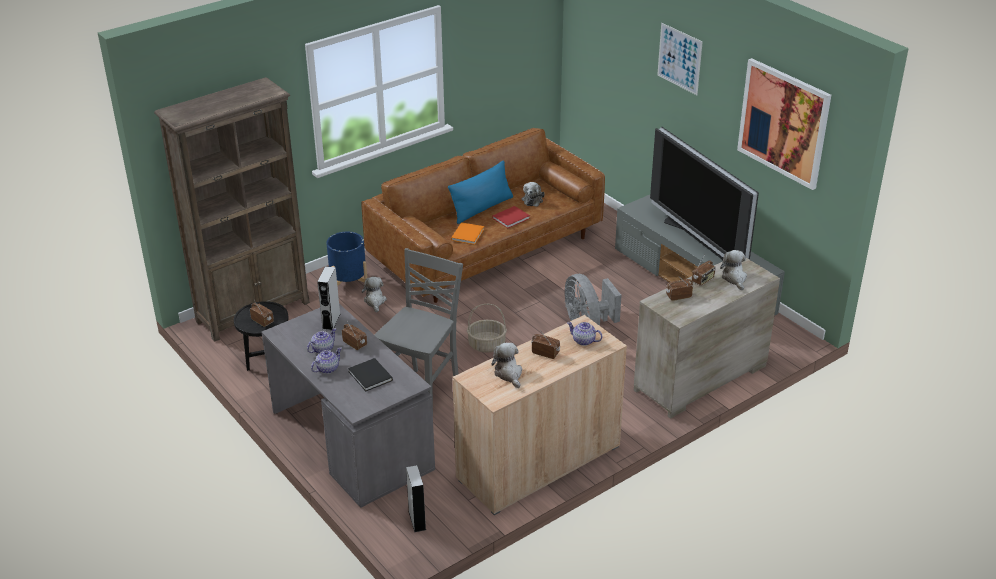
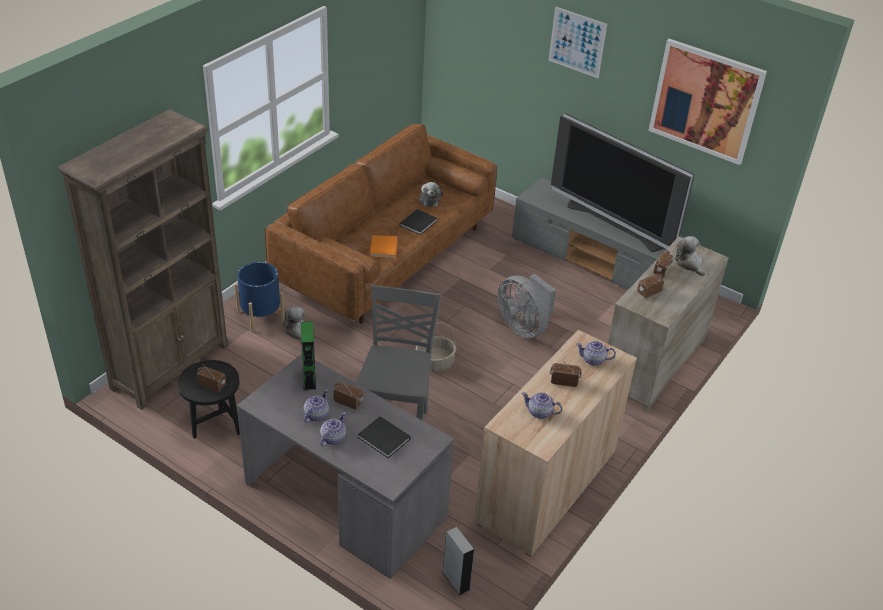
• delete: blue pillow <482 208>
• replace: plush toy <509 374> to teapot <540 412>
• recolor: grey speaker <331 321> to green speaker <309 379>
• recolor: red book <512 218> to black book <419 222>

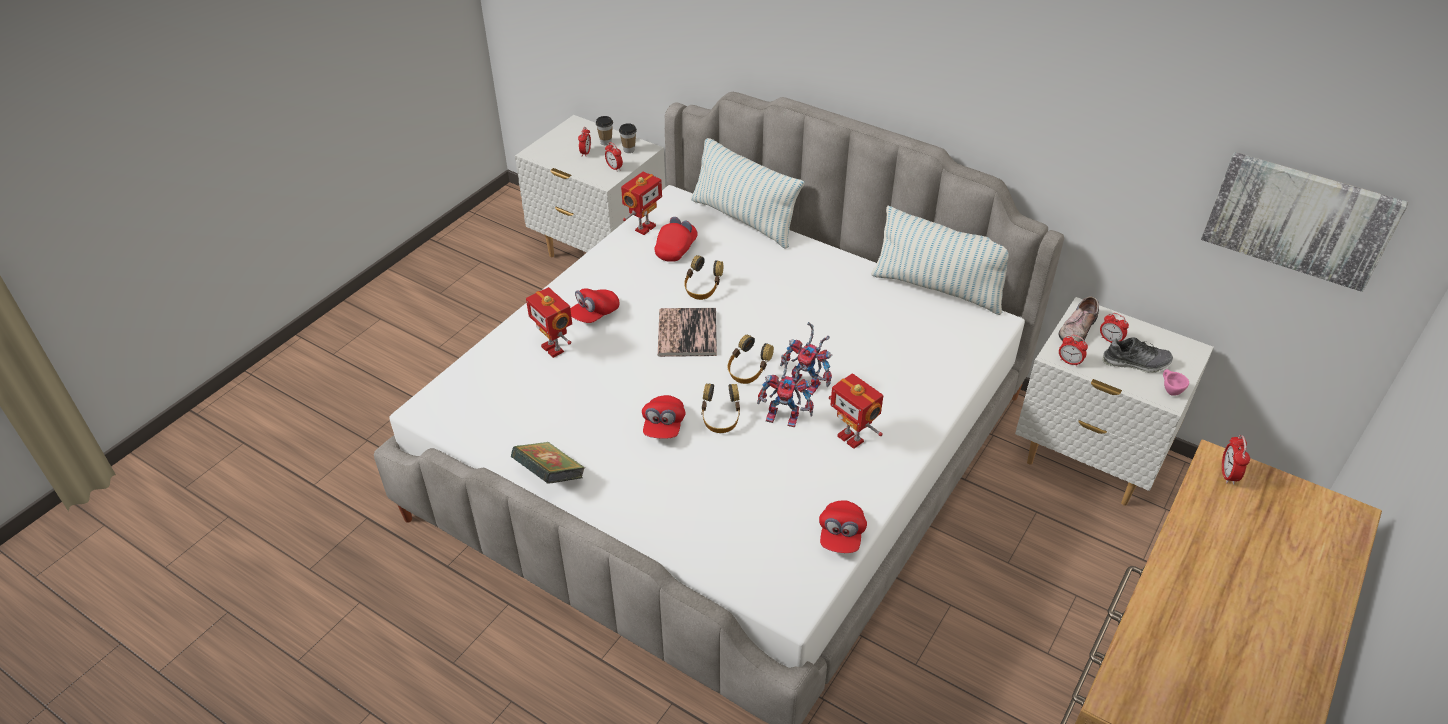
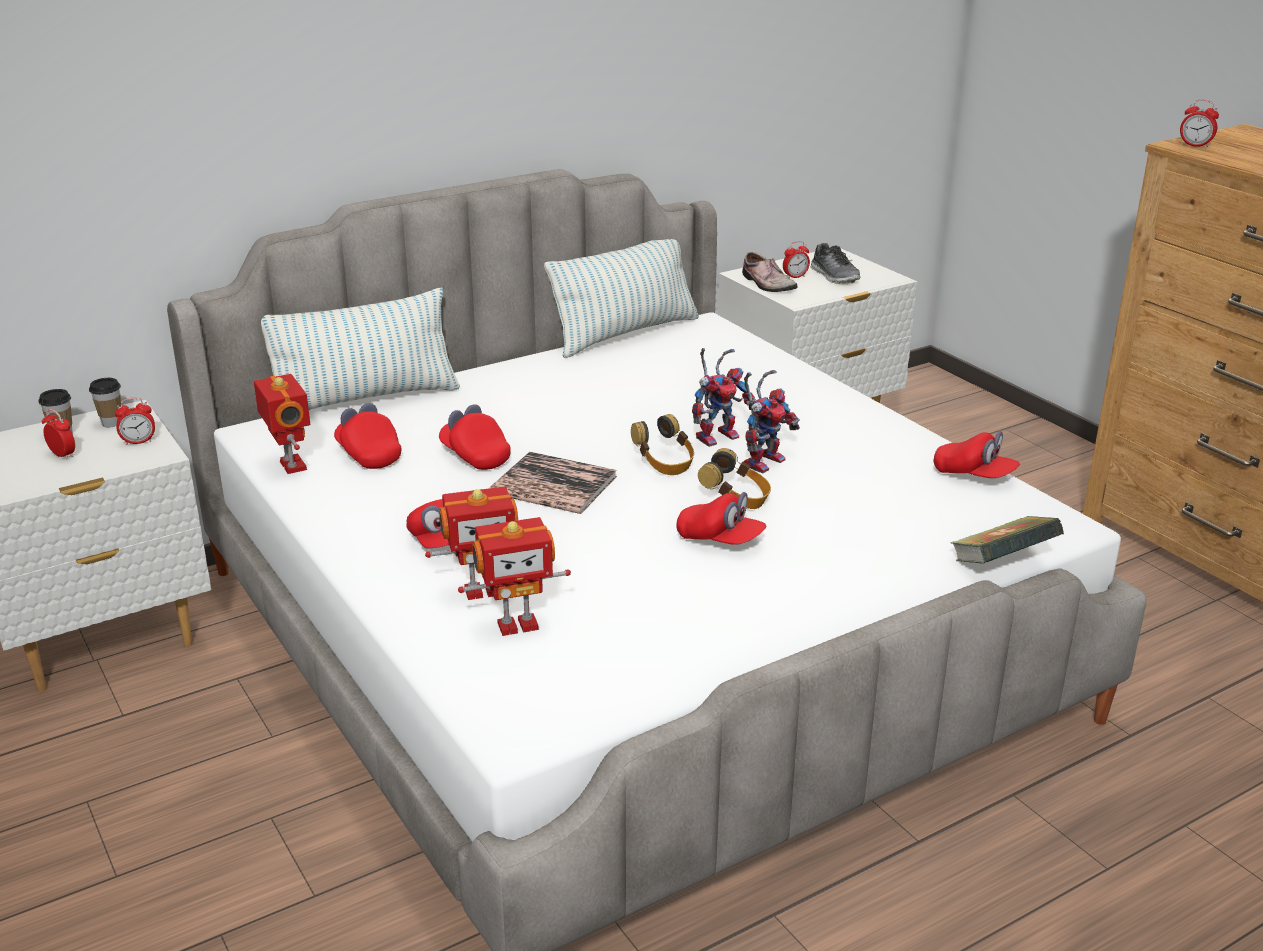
• delete: alarm clock <1069 362>
• delete: pink cup <1169 390>
• delete: picture <1299 219>
• move: book <550 476> to <1002 565>
• move: toy robot <851 438> to <517 624>
• replace: headphones <702 289> to red cap <475 456>
• rotate: shoe <1135 363> = <834 276> 120 degrees clockwise

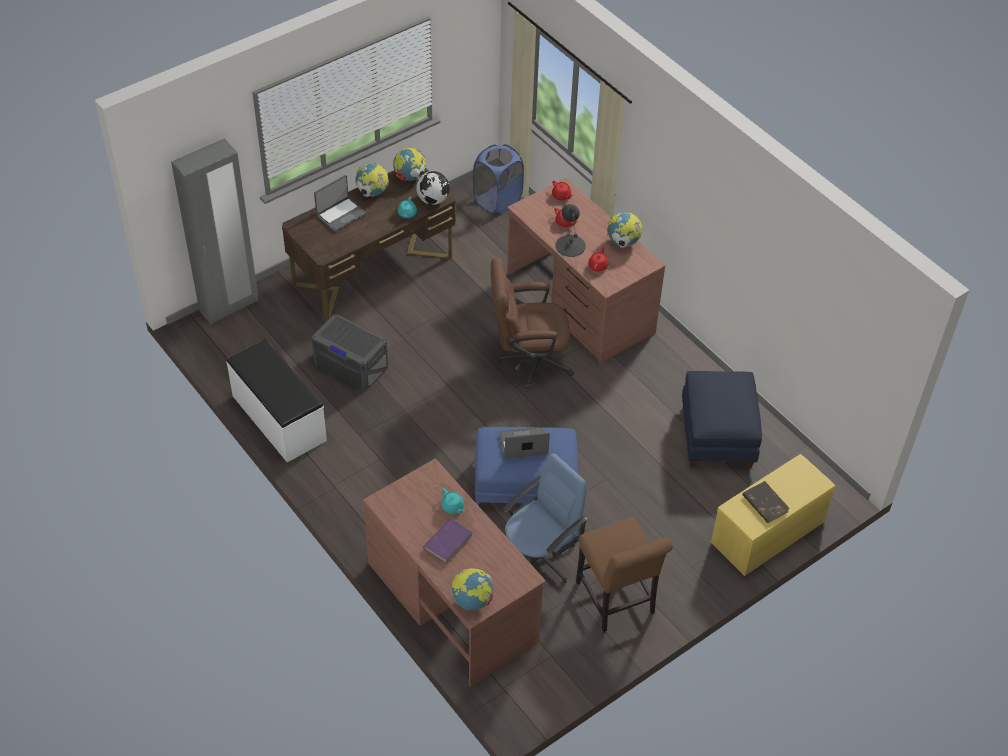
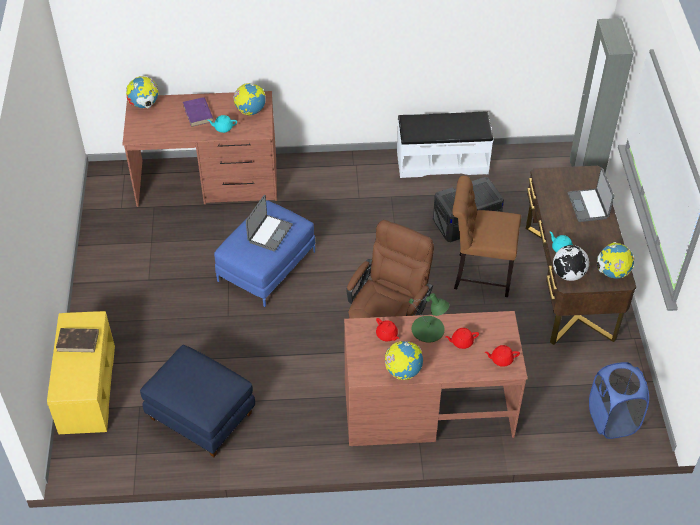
• delete: blue office chair <540 557>
• move: globe <372 192> to <250 111>
• move: brown chair <617 601> to <479 274>
• recolor: black table lamp <570 245> to green table lamp <428 329>

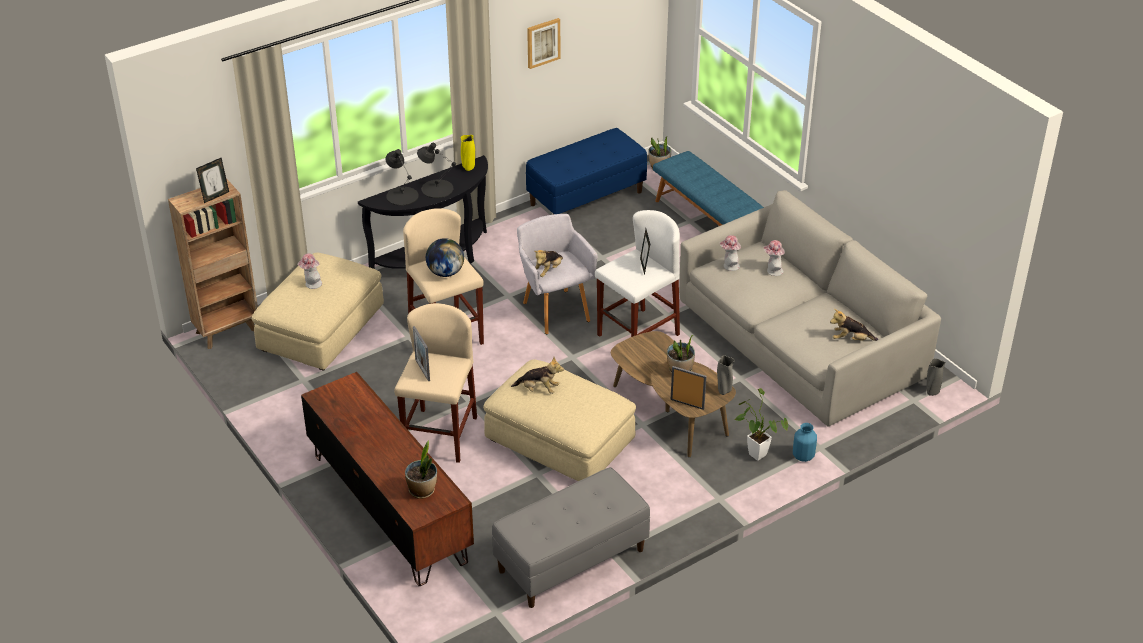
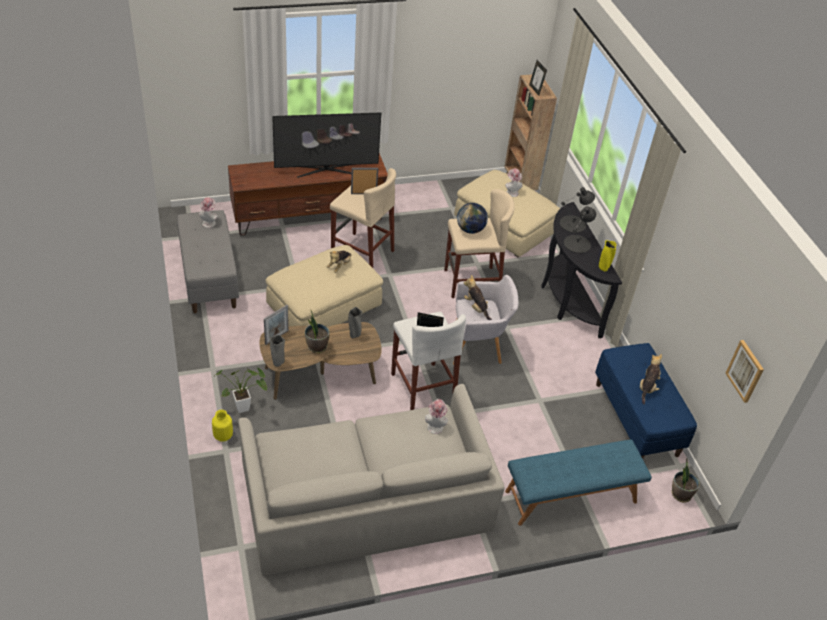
• delete: potted plant <422 490>
• insert: television <326 170>
• move: picture <543 42> to <745 371>
• move: hat <772 271> to <209 222>
• move: plush toy <851 340> to <647 387>
• move: grey vase <932 392> to <354 335>
• recolor: blue vase <803 456> to yellow vase <223 436>

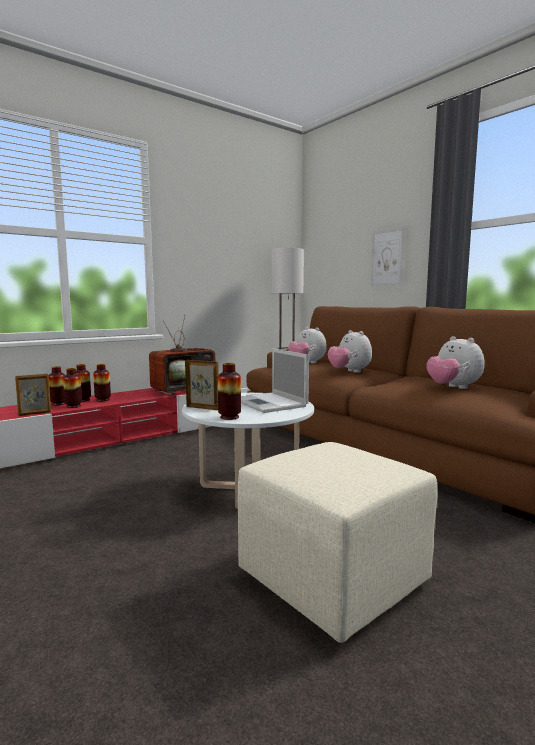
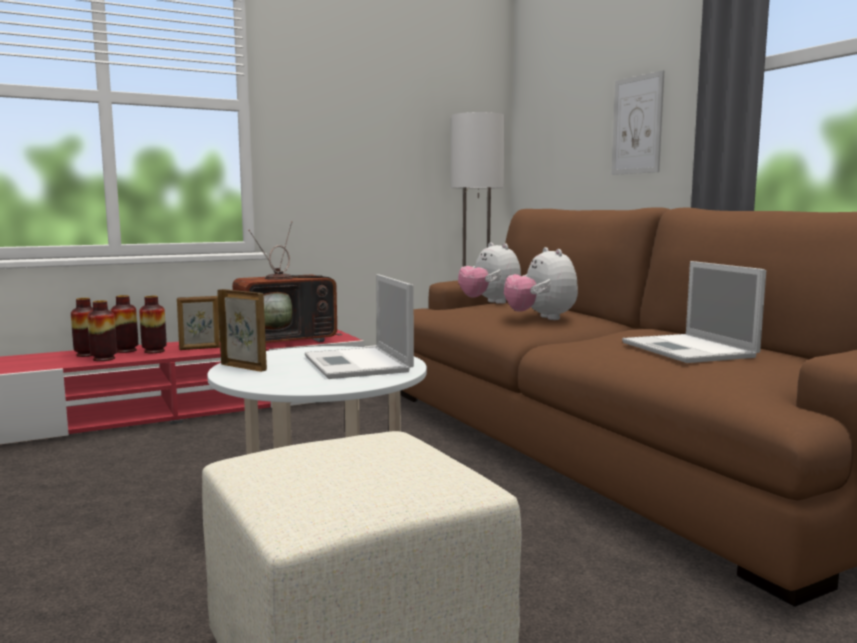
• delete: vase <229 417>
• move: picture frame <35 413> to <200 348>
• replace: plush toy <453 388> to laptop <689 350>

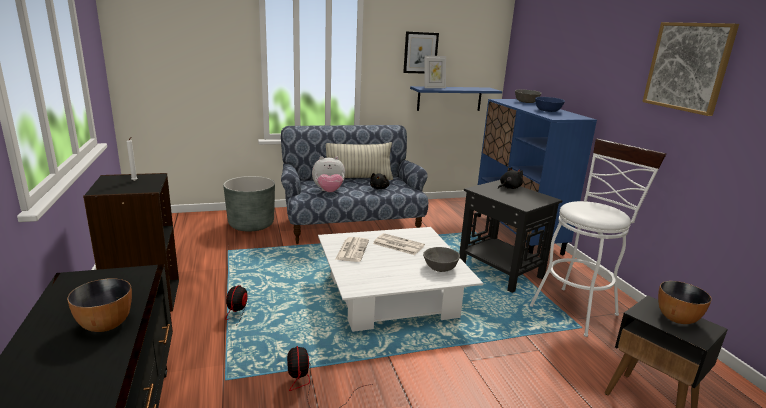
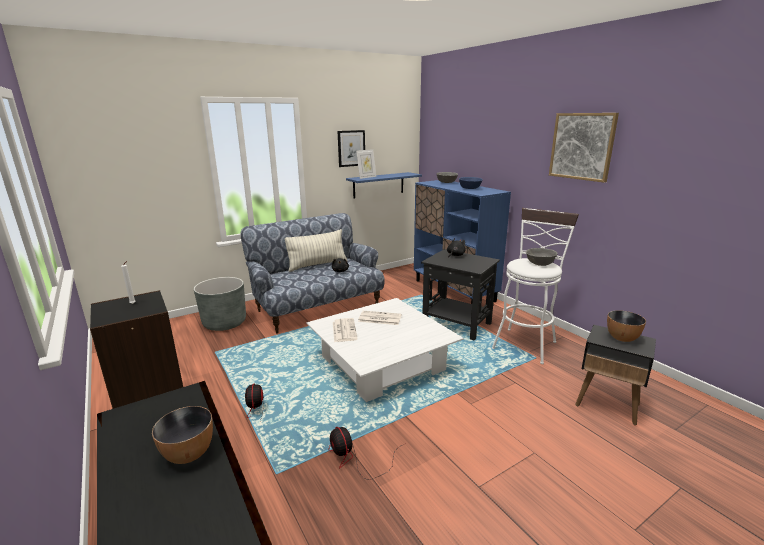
• delete: plush toy <329 192>
• move: grey bowl <440 267> to <540 263>

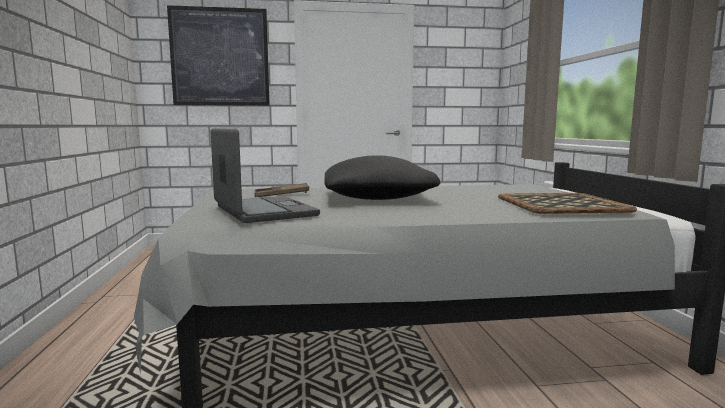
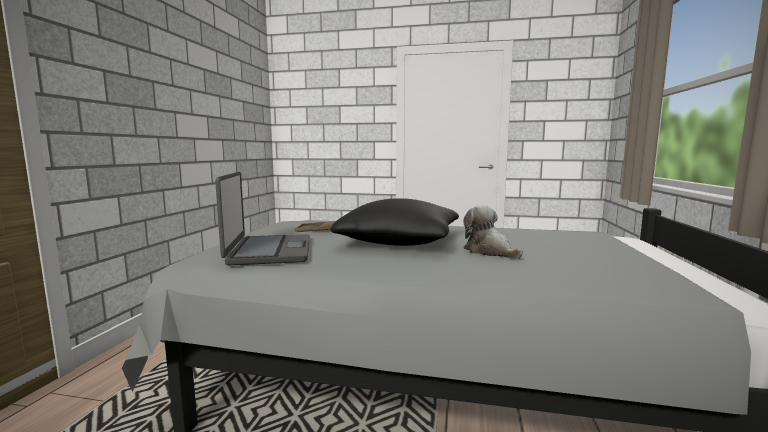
• delete: picture <220 57>
• delete: tray <562 204>
• insert: plush toy <489 251>

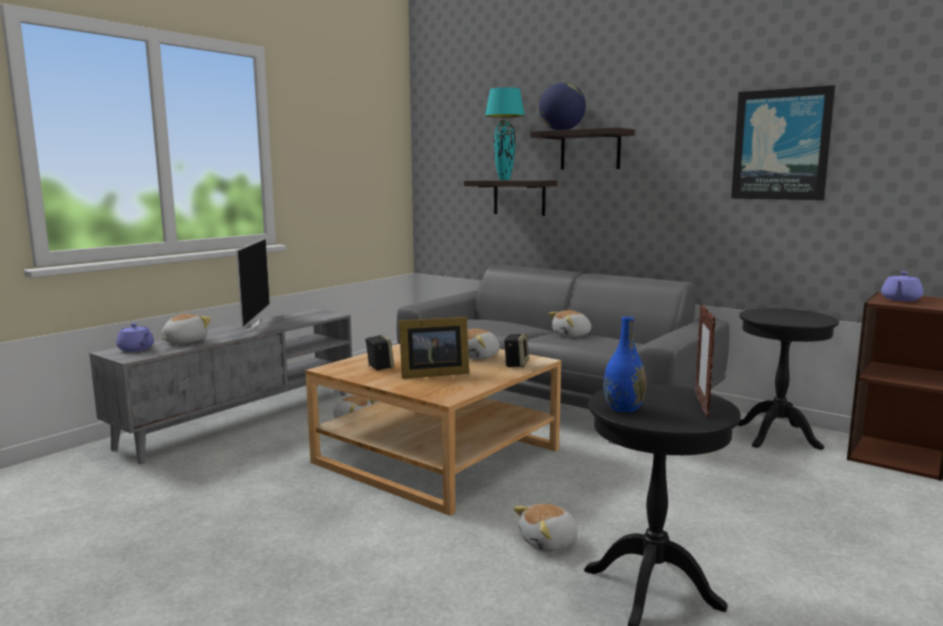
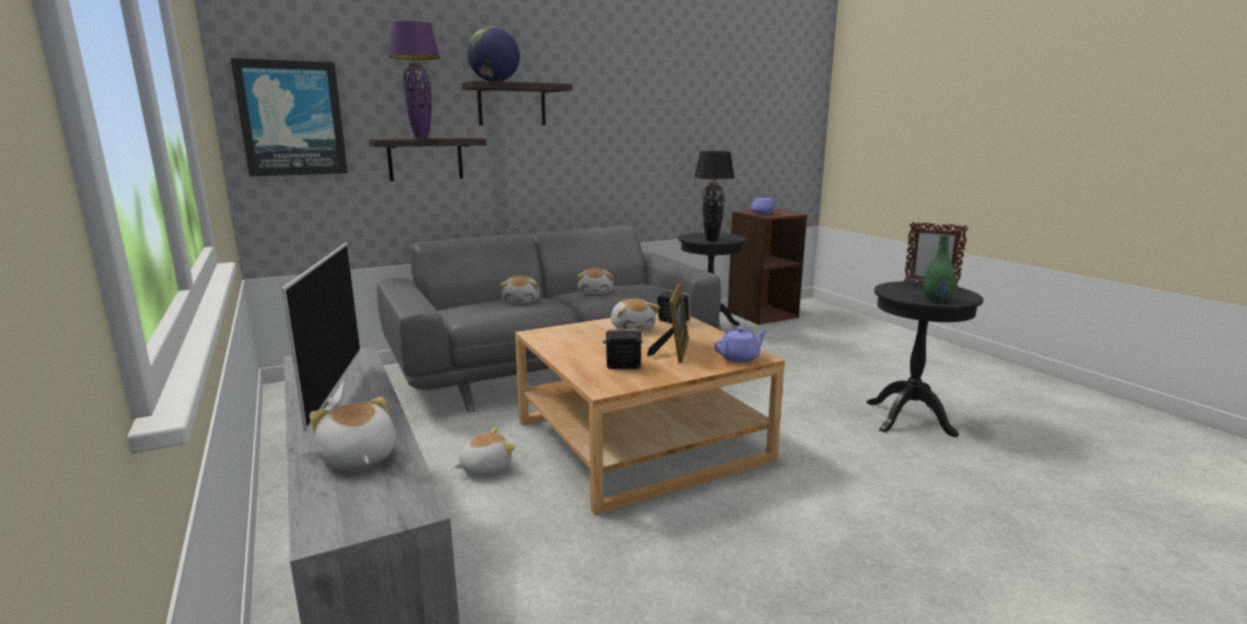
• insert: black table lamp <711 240>
• move: purple teapot <136 349> to <740 357>
• move: plush toy <549 542> to <522 301>
• move: picture <781 145> to <292 118>
• recolor: turquoise table lamp <504 180> to purple table lamp <421 138>
• recolor: blue vase <623 409> to green vase <937 300>
• rotate: television <252 326> = <329 402> 60 degrees clockwise

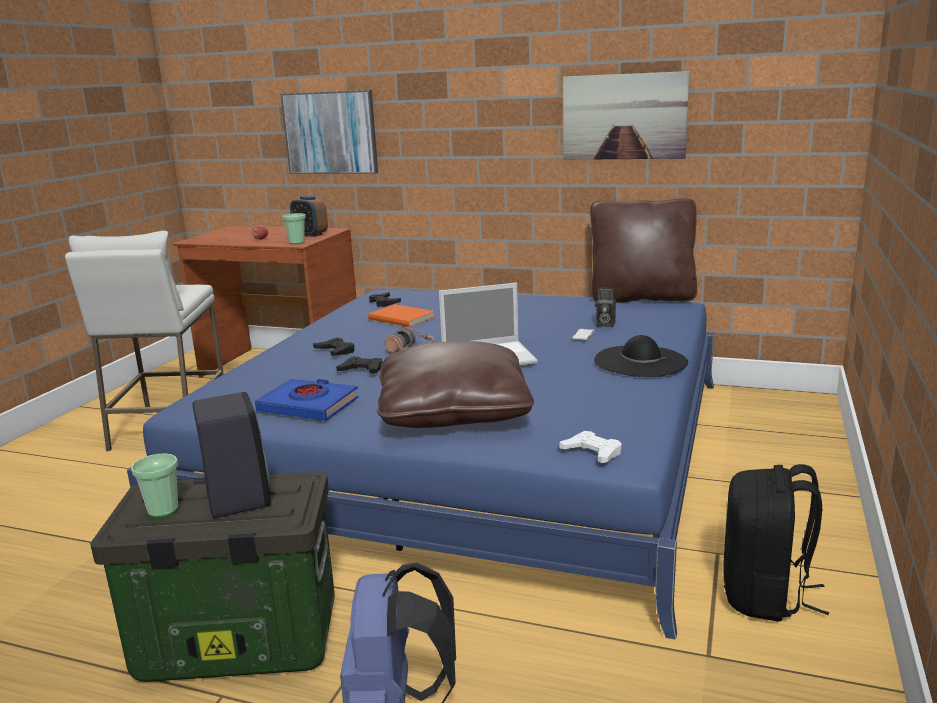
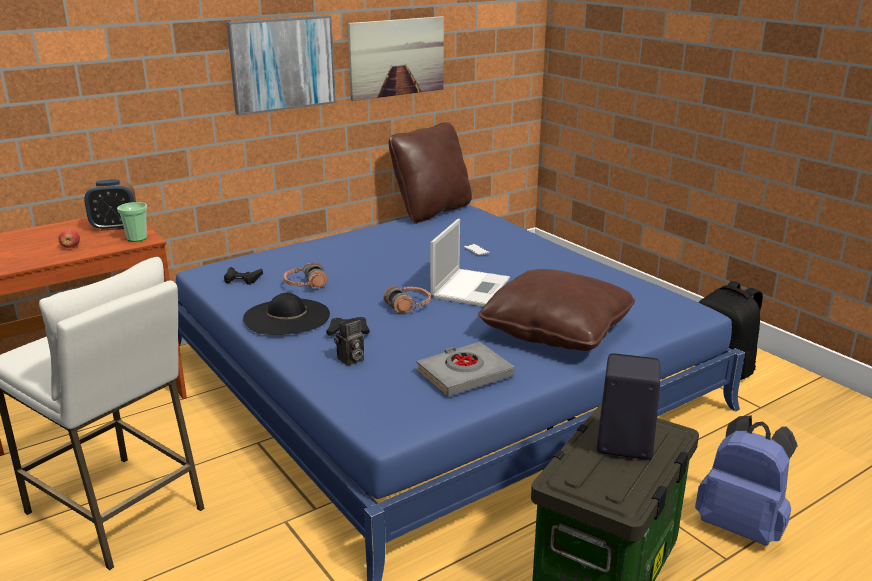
• delete: cup <163 510>
• delete: black game controller <362 370>
• delete: white game controller <592 452>
• move: picture <330 133> to <282 64>
• move: black hat <640 361> to <286 316>
• move: photo camera <604 324> to <350 360>
• replace: orange book <402 317> to headphones <305 285>
• recolor: blue book <308 406> to grey book <464 374>

